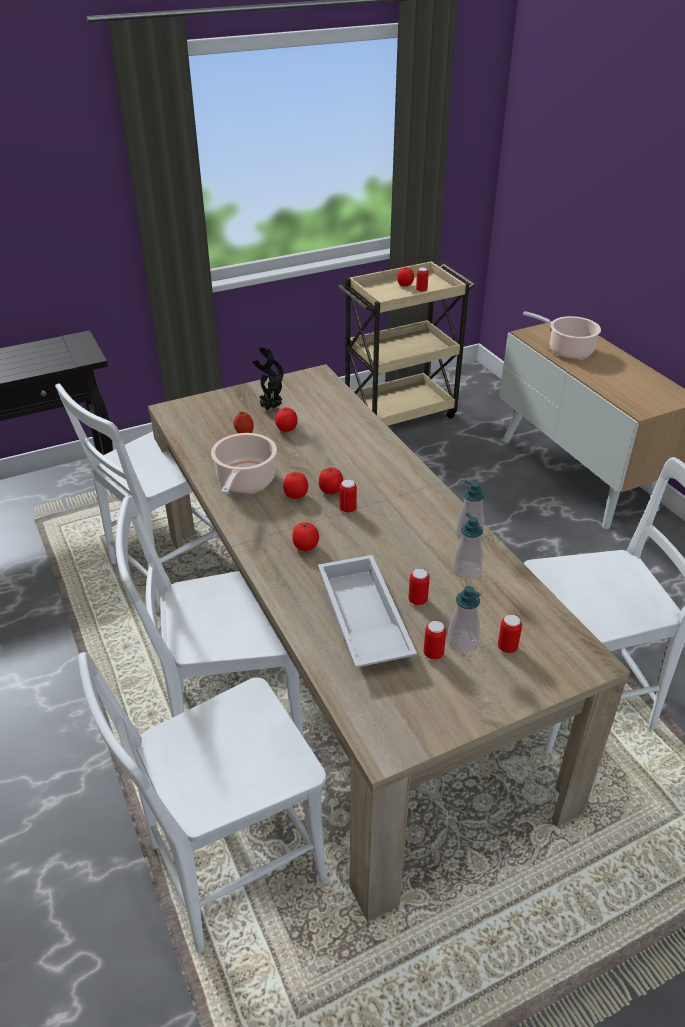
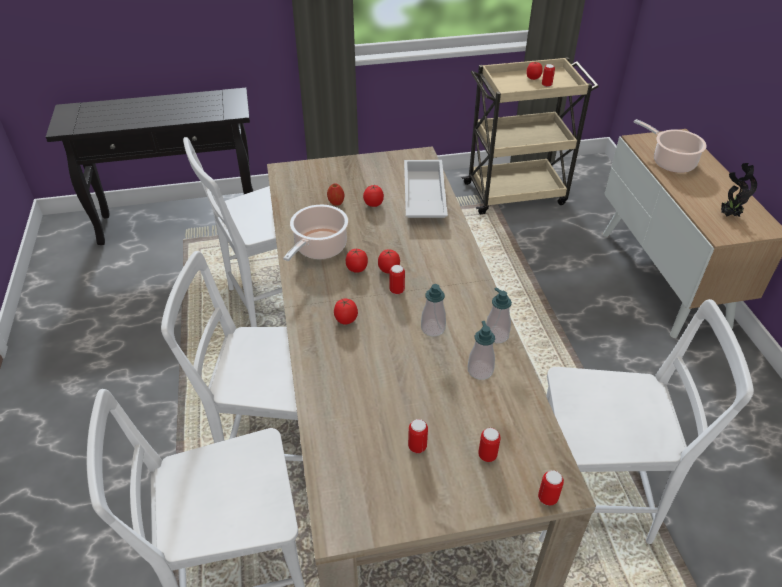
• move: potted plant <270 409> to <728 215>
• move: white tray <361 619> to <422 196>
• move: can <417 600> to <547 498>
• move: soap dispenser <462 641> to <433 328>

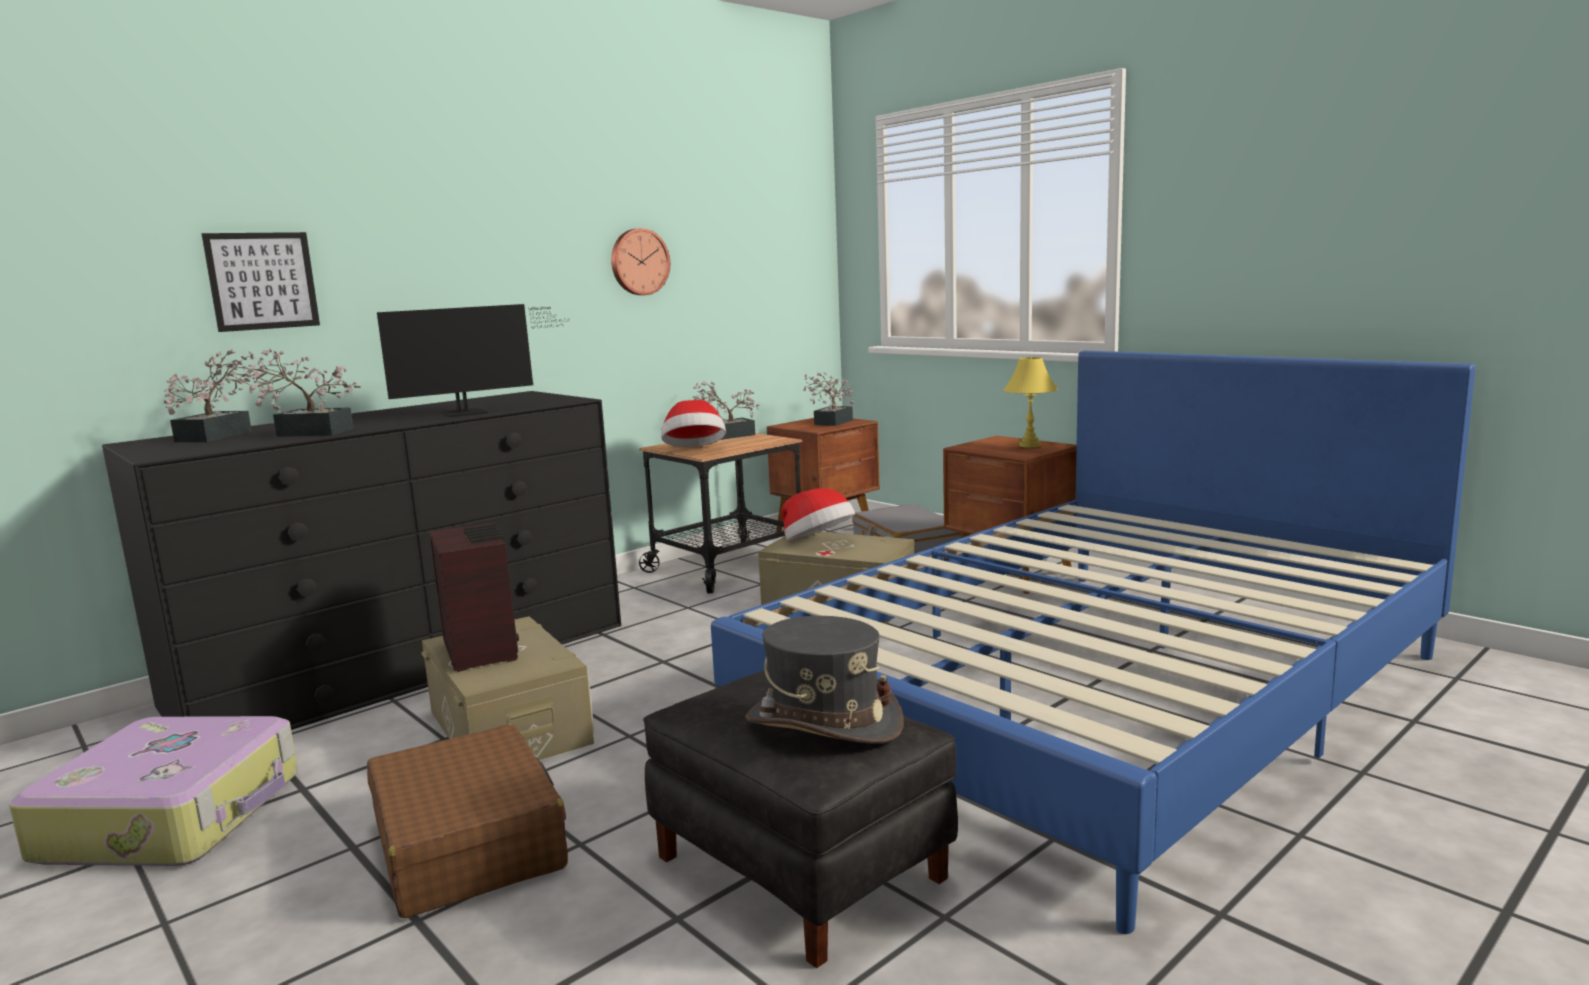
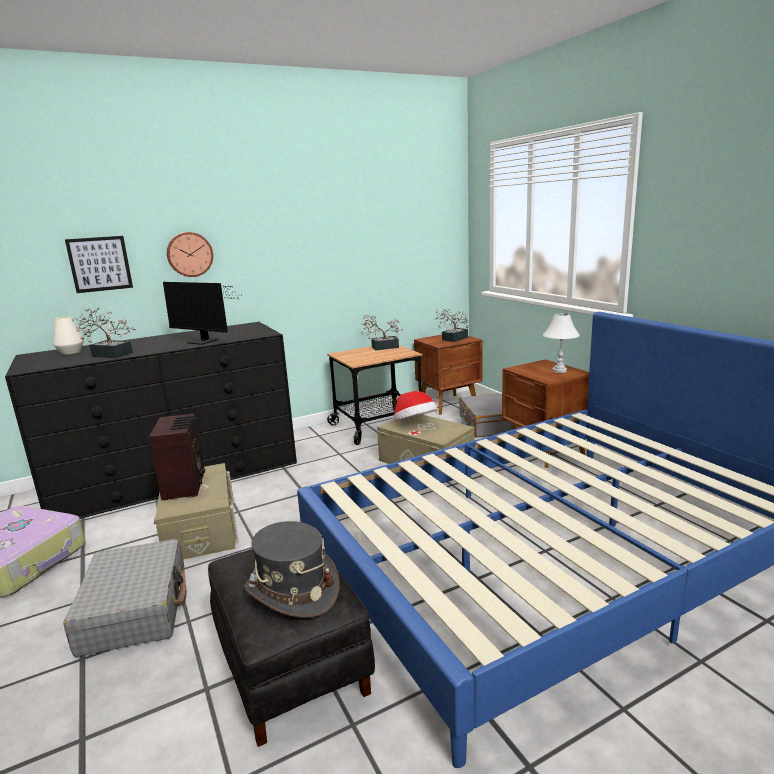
• delete: hat <694 451>
• move: wall clock <639 262> to <189 254>
• replace: potted plant <221 435> to white vase <71 352>
• recolor: brown suitcase <468 843> to grey suitcase <135 609>
• recolor: yellow table lamp <1030 445> to white table lamp <559 371>
• rotate: monitor <472 412> = <204 342> 45 degrees clockwise

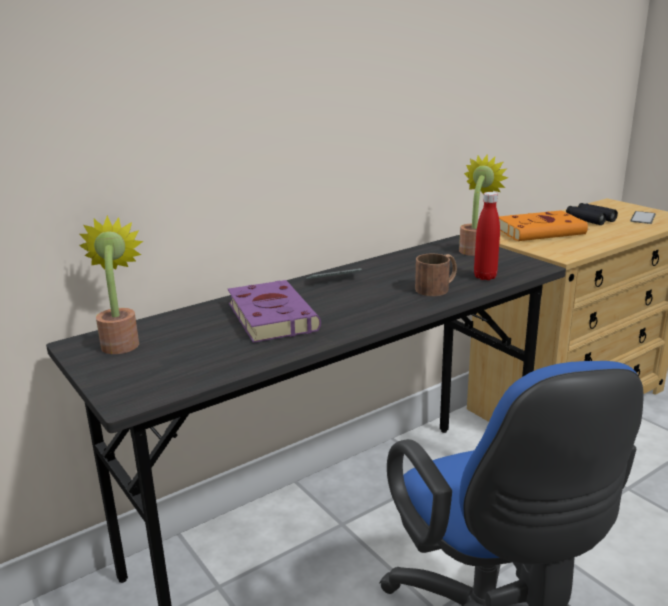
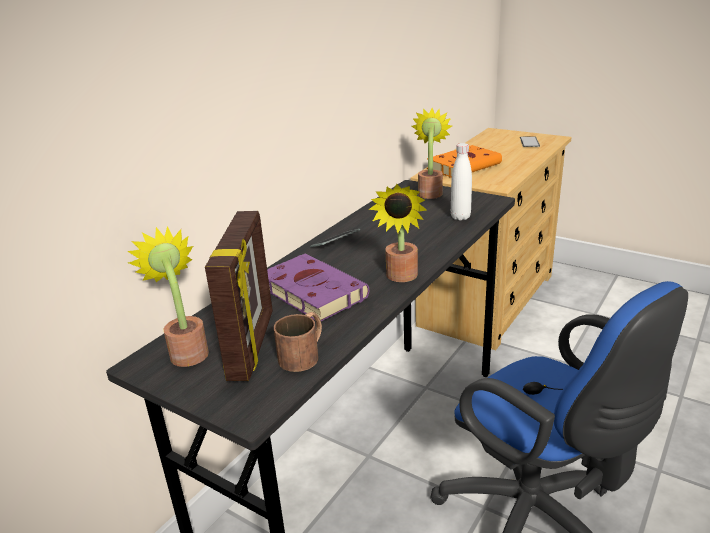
• delete: black binoculars <590 219>
• insert: picture frame <253 345>
• insert: potted plant <401 278>
• move: brown mug <438 287> to <304 353>
• recolor: red bottle <485 277> to white bottle <460 217>

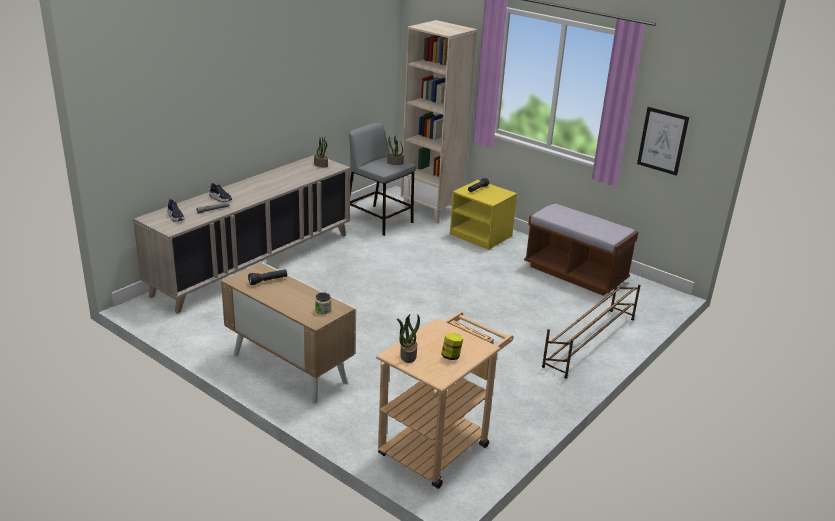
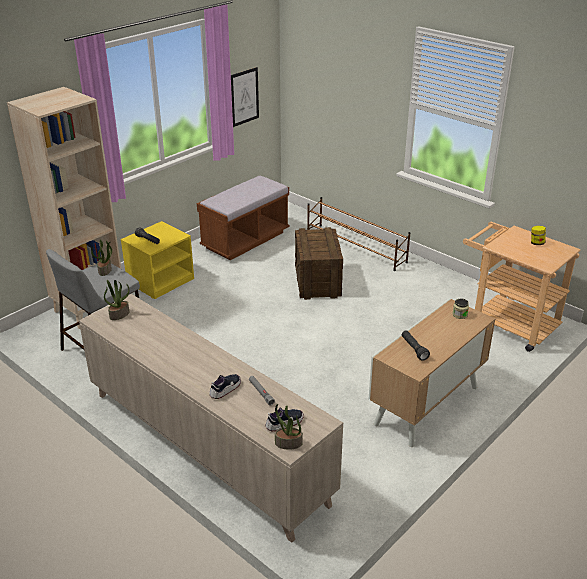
• insert: crate <317 281>
• move: potted plant <408 355> to <288 443>

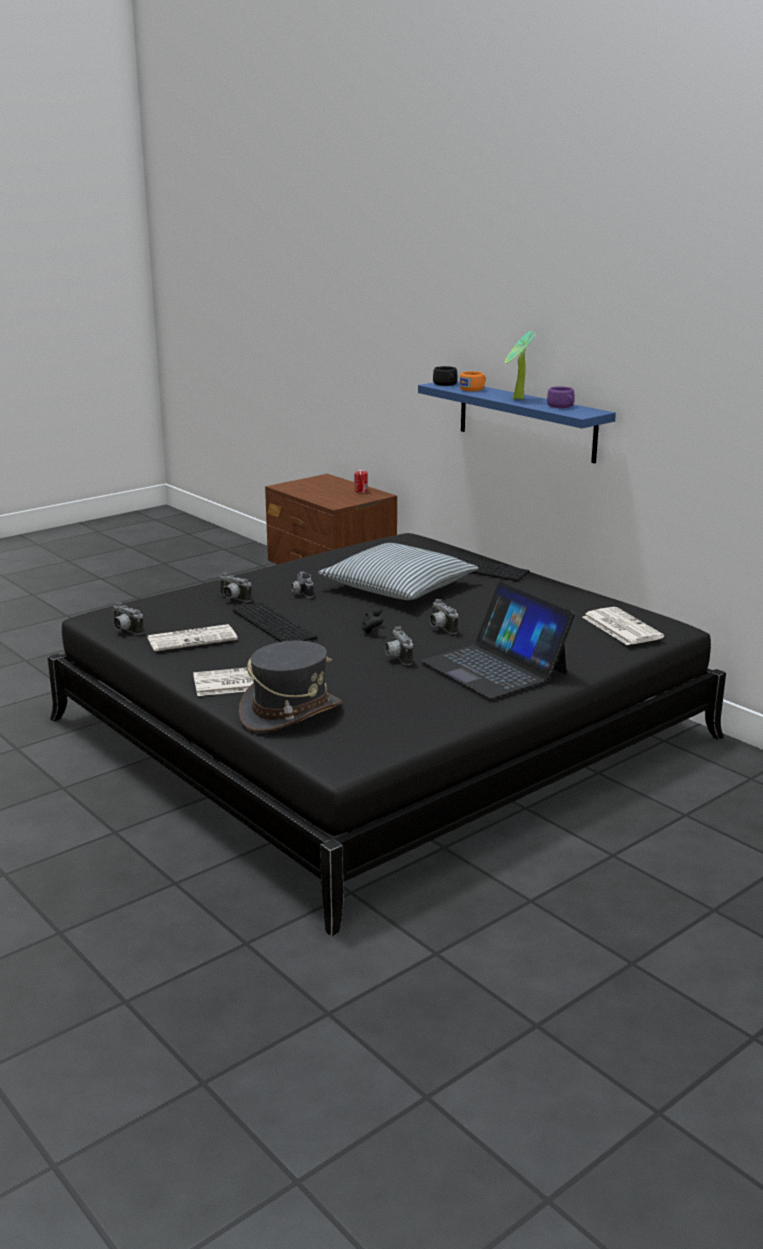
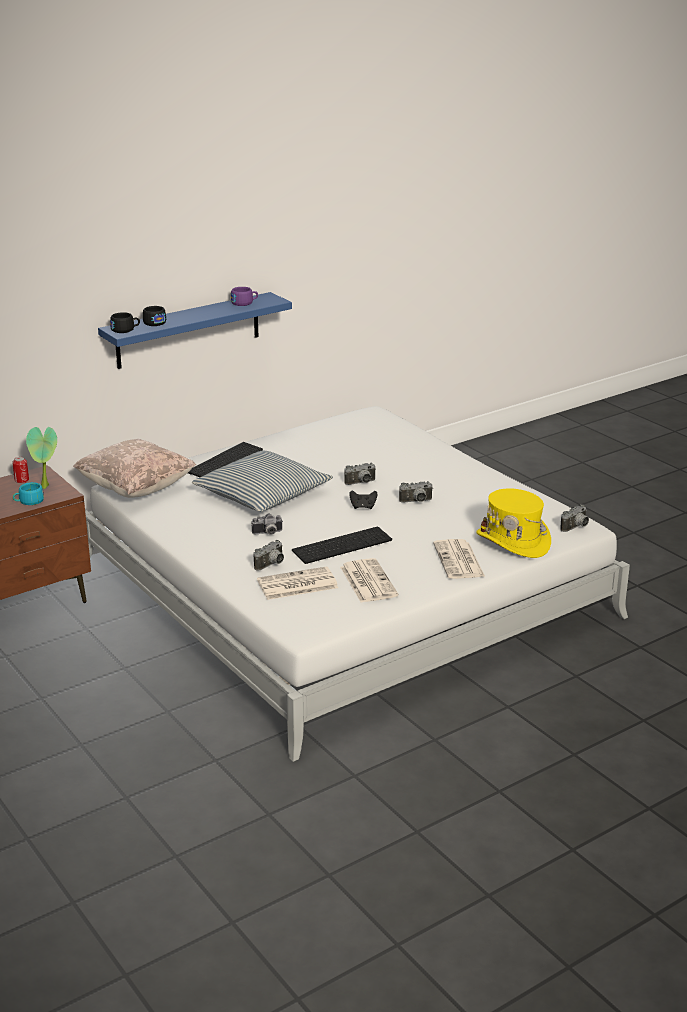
• delete: laptop <494 667>
• insert: turquoise cup <28 501>
• insert: beige pillow <136 489>
• move: photo camera <124 630> to <576 527>
• move: potted plant <517 399> to <46 487>
• move: newspaper <620 627> to <296 585>
• recolor: black bed <380 728> to white bed <343 589>
• recolor: grey hat <290 713> to yellow hat <513 541>
• recolor: orange cup <474 389> to black cup <153 322>

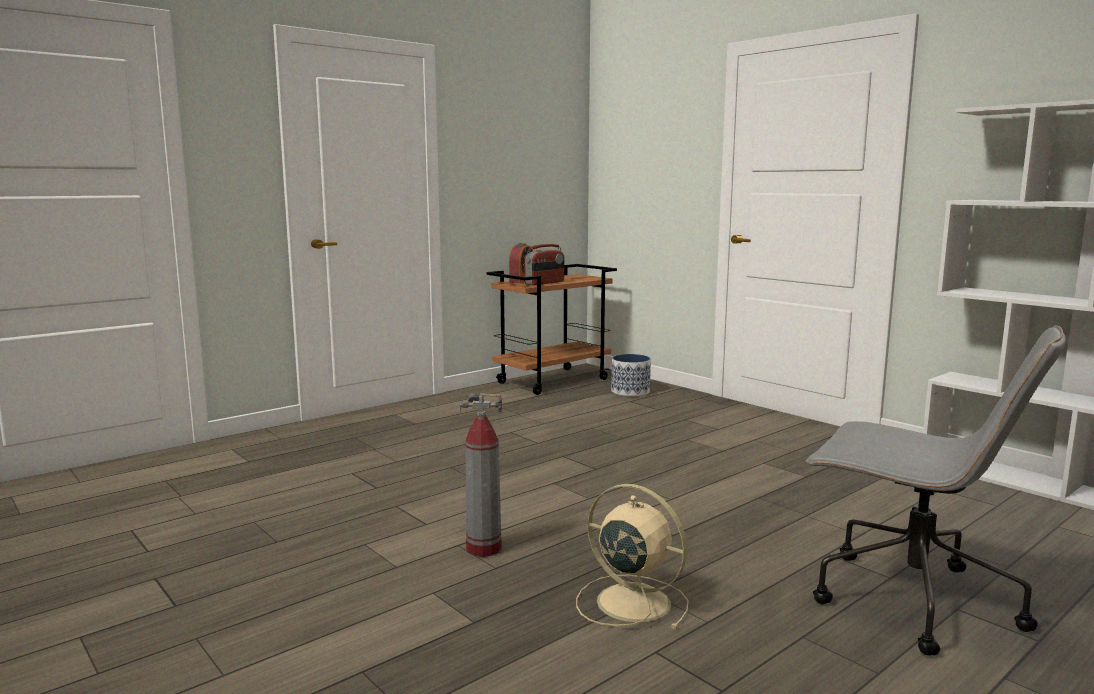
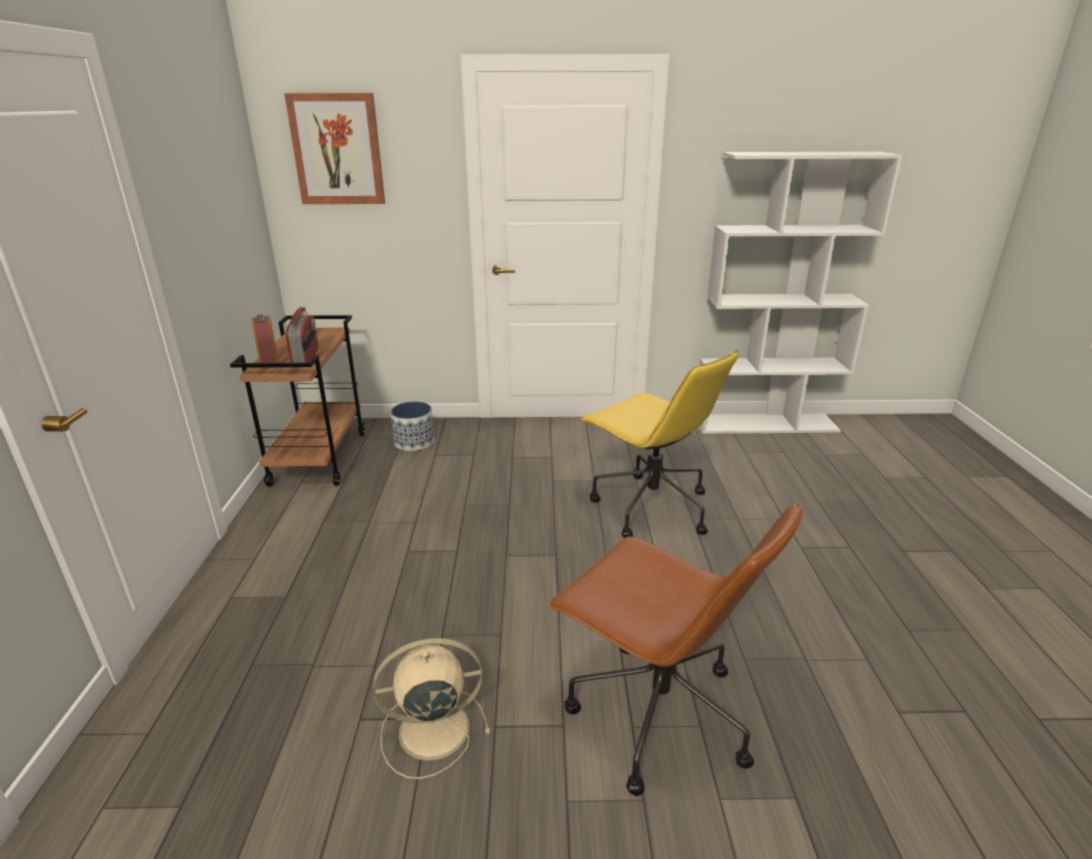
• delete: grey office chair <909 600>
• insert: picture <337 150>
• insert: yellow office chair <649 507>
• move: beige fan <630 601> to <430 730>
• replace: fire extinguisher <483 549> to brown office chair <655 713>

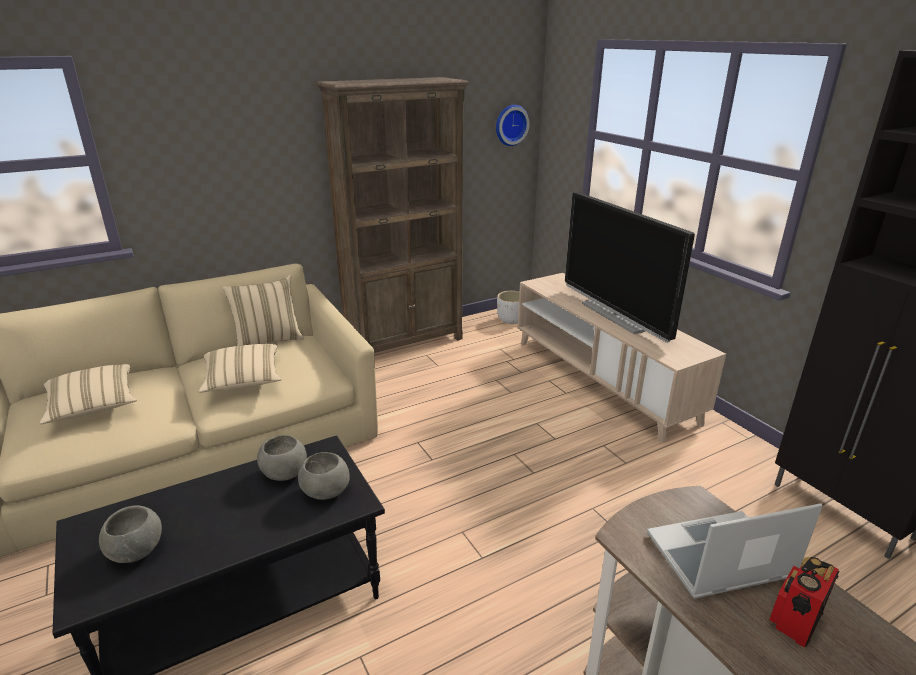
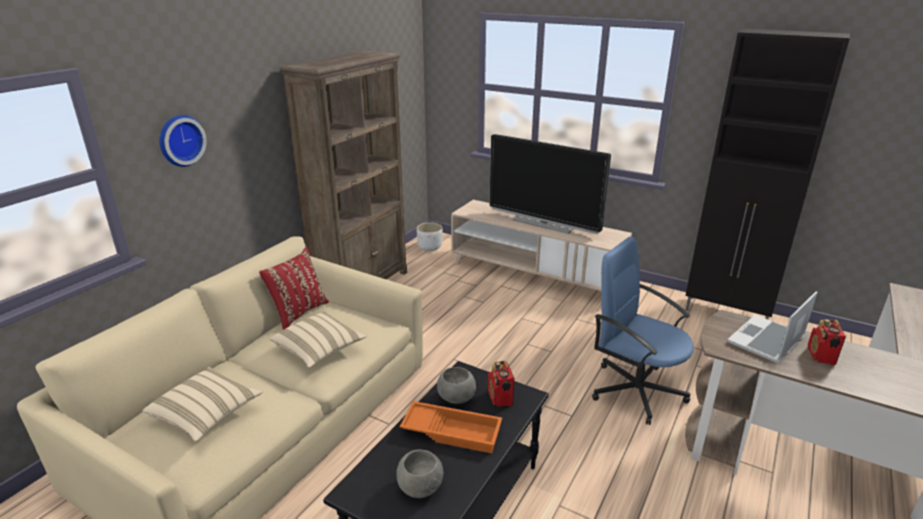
• insert: orange tray <453 431>
• insert: blue office chair <635 390>
• move: wall clock <510 125> to <180 140>
• replace: grey bowl <325 492> to radio <500 398>
• recolor: beige pillow <268 341> to red pillow <298 312>

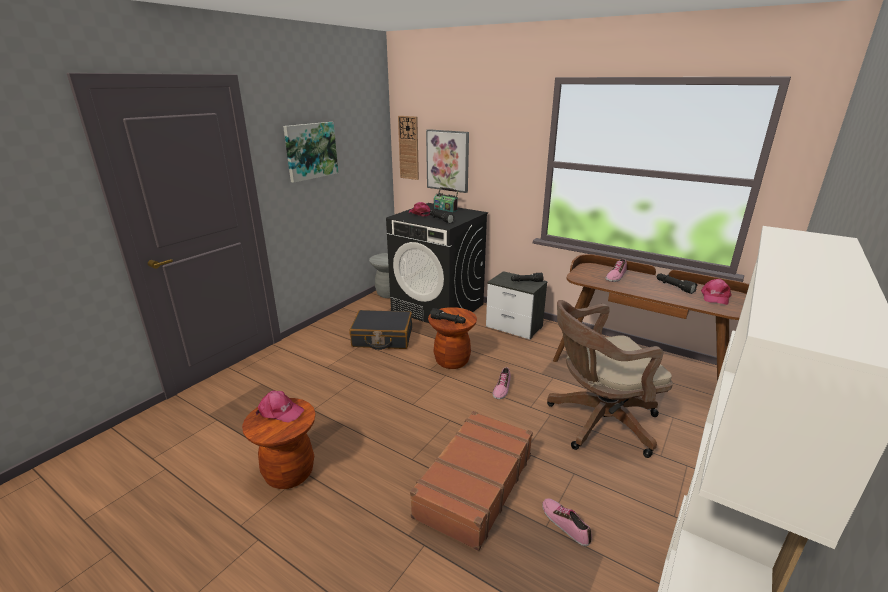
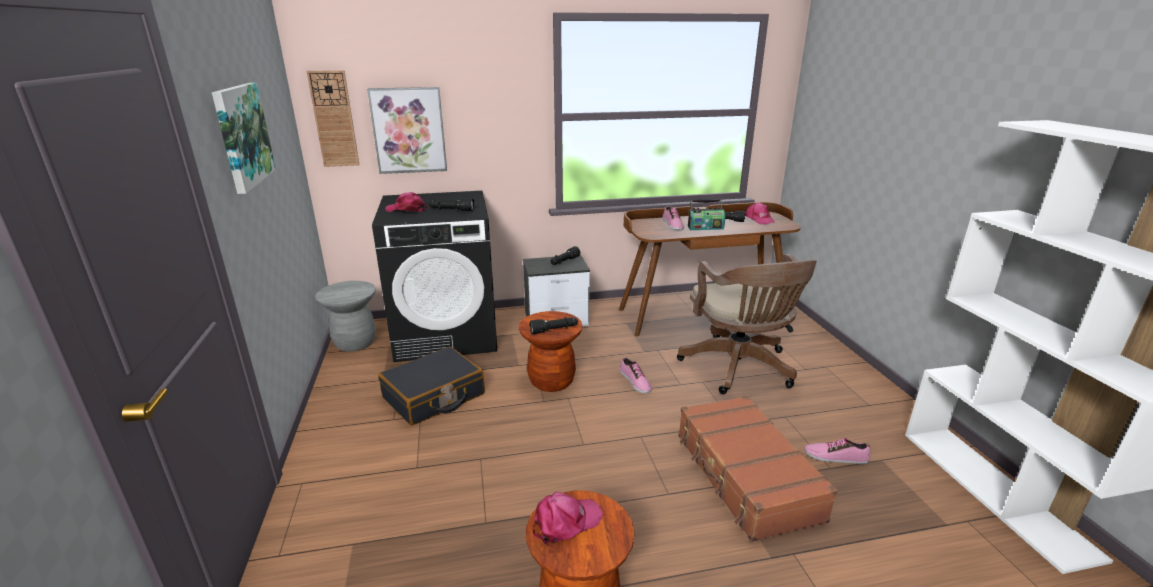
• move: radio <446 209> to <705 228>
• rotate: brown office chair <597 422> = <739 368> 45 degrees counterclockwise

